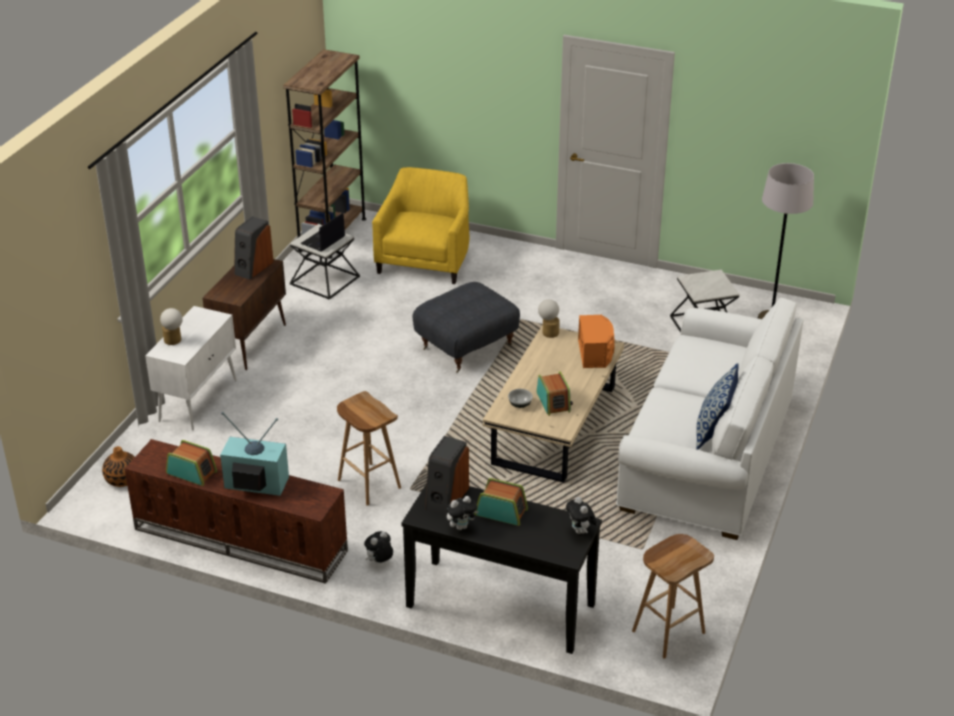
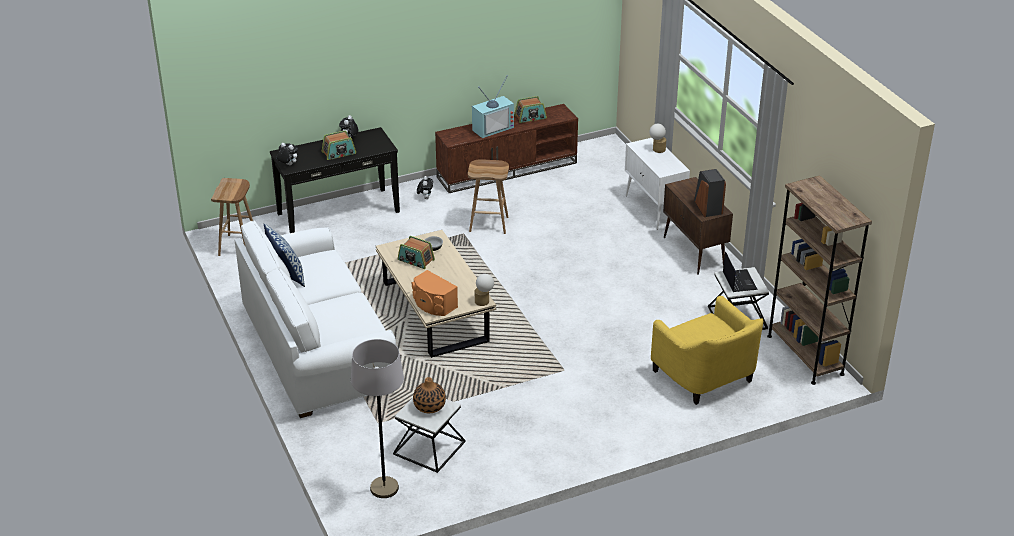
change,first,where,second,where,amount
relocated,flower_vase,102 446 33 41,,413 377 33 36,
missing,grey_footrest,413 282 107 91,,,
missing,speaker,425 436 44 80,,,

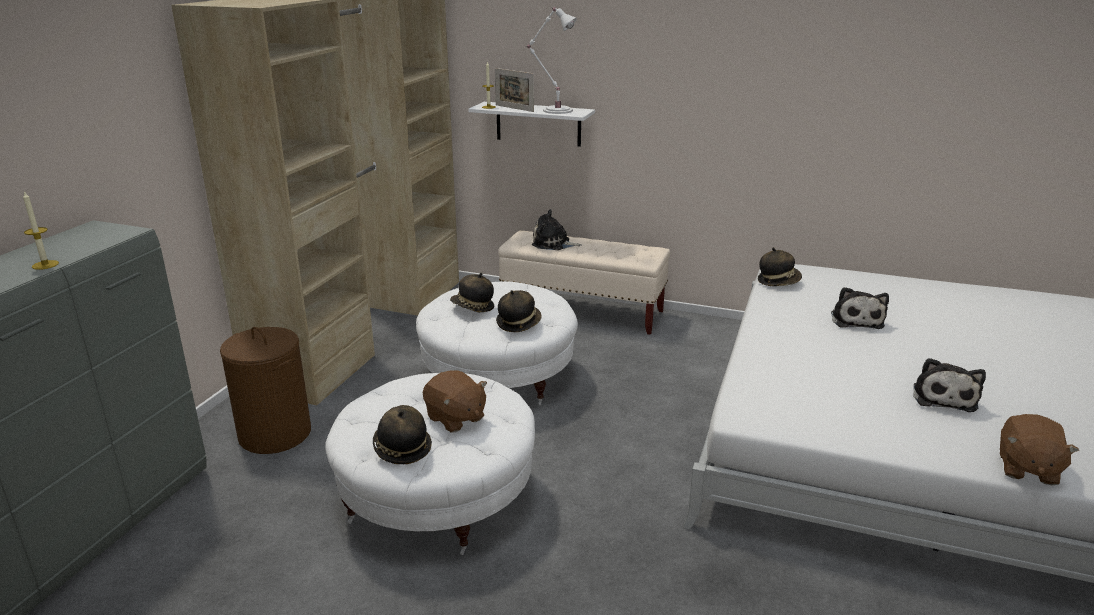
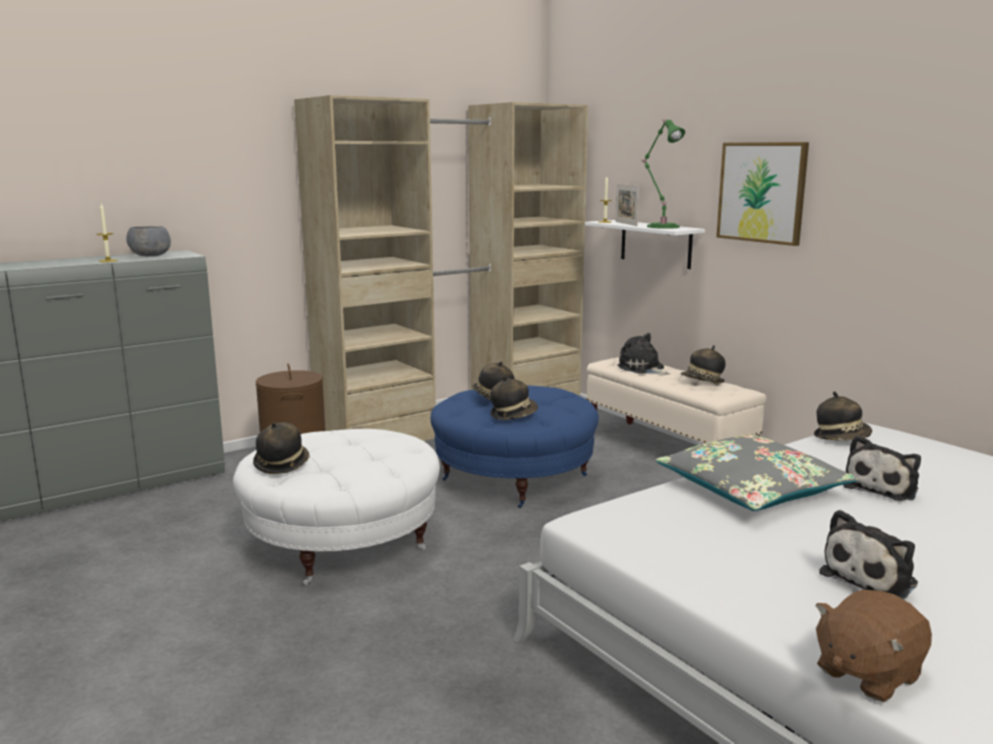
change,first,where,second,where,amount
colour,whitish_footrest,416 281 162 125,blue_footrest,430 385 169 123,
missing,brown_plush_toy,423 371 64 62,,,
colour,whitish_table_lamp,525 7 52 107,green_table_lamp,642 119 43 110,
appeared,,,grey_serving_bowl,126 226 45 30,
appeared,,,grey_cushion,655 435 203 76,
appeared,,,wearable_hat,681 345 44 38,
appeared,,,wall_art,716 142 93 104,

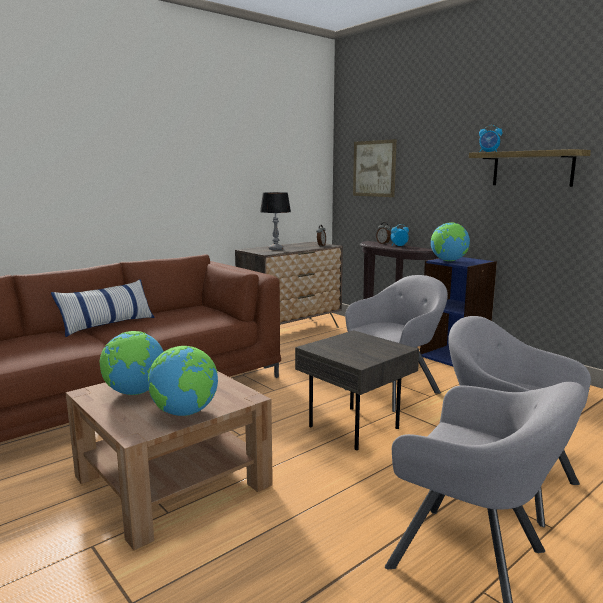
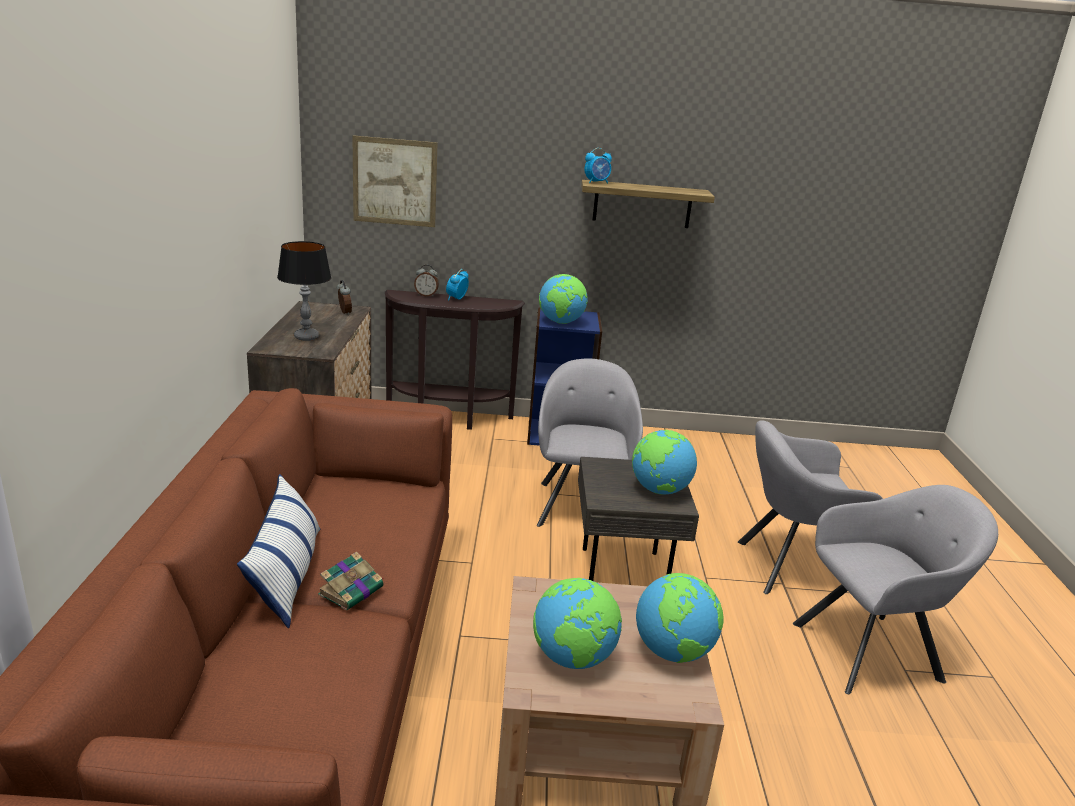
change,first,where,second,where,amount
appeared,,,volume,318 552 66 59,
appeared,,,desk_globe,632 430 65 65,

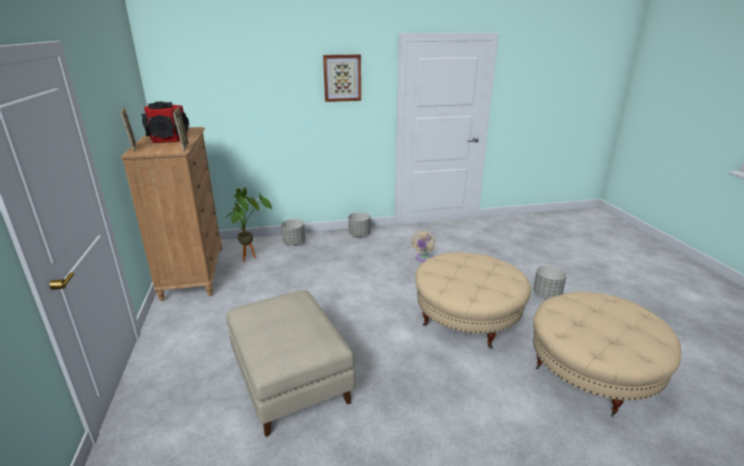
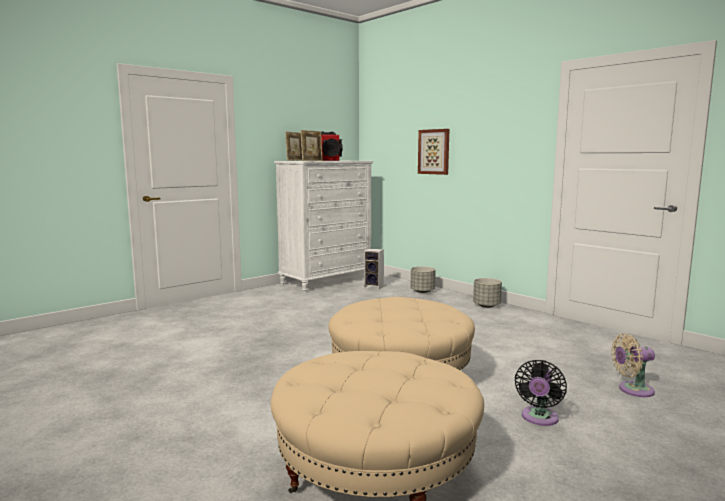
change,first,where,second,where,amount
colour,brown_chest_of_drawers,121 127 101 175,whitish_chest_of_drawers,274 161 99 131,
missing,sand-coloured_footrest,226 290 129 147,,,
exchanged,houseplant,227 187 45 75,speaker,364 249 20 41,
relocated,wall_art,323 54 38 48,,418 129 31 46,
relocated,sand-coloured_cooling_fan,411 230 24 32,,611 333 44 64,
exchanged,grey_plant_pot,533 265 34 34,black_cooling_fan,515 360 52 66,

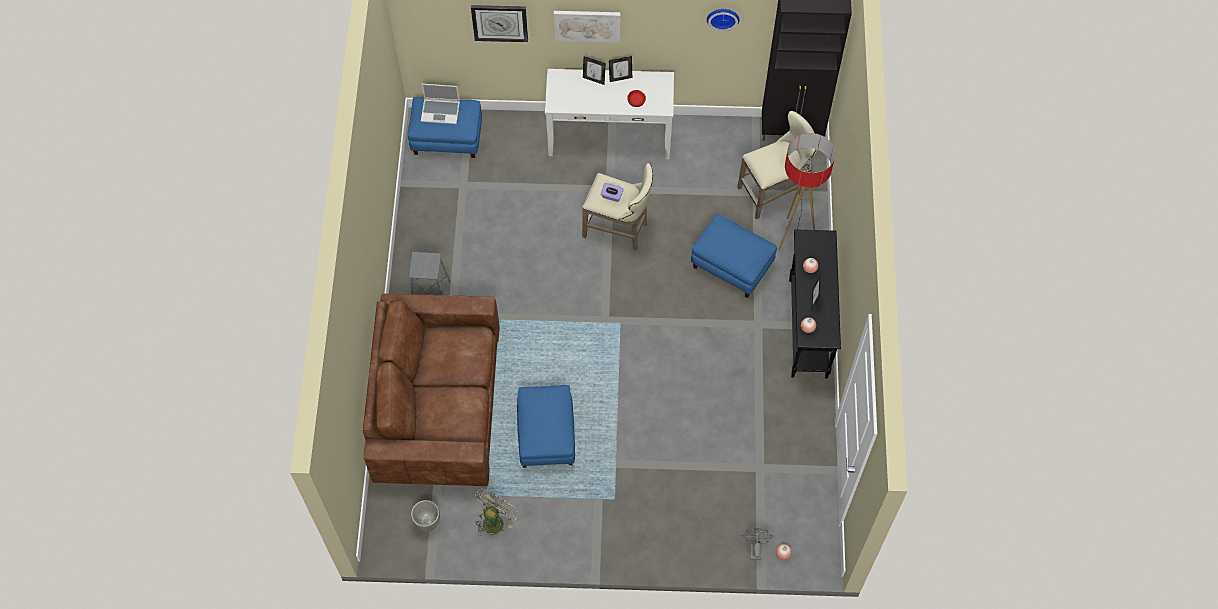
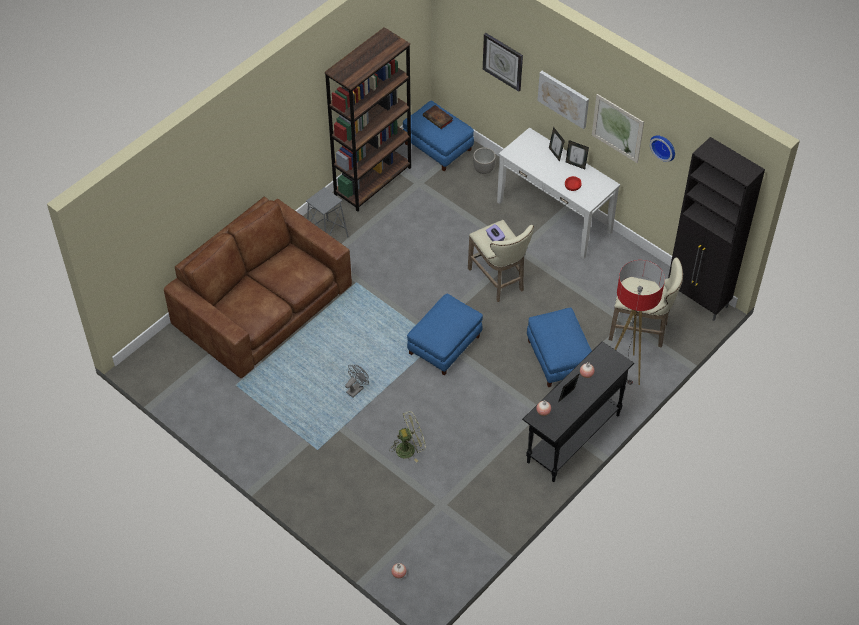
change,first,where,second,where,amount
relocated,plant_pot,411 500 29 32,,473 147 23 27,
exchanged,notebook_computer,421 84 39 40,volume,423 105 30 24,
relocated,green_cooling_fan,475 488 44 48,,389 411 37 51,
relocated,blue_footrest,517 385 58 83,,407 294 76 82,
relocated,grey_cooling_fan,742 528 31 32,,345 365 24 33,
appeared,,,brown_bookshelf,325 27 86 185,
appeared,,,wall_art,592 94 52 69,

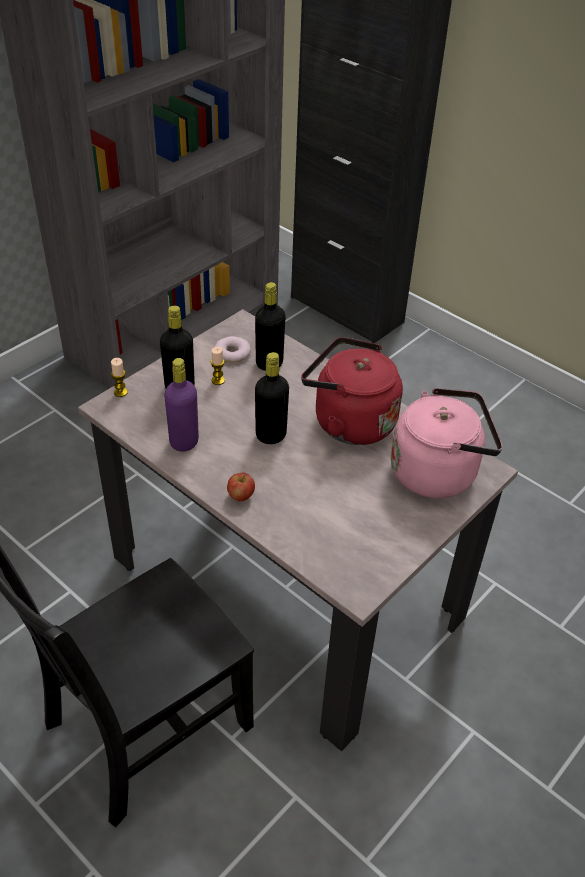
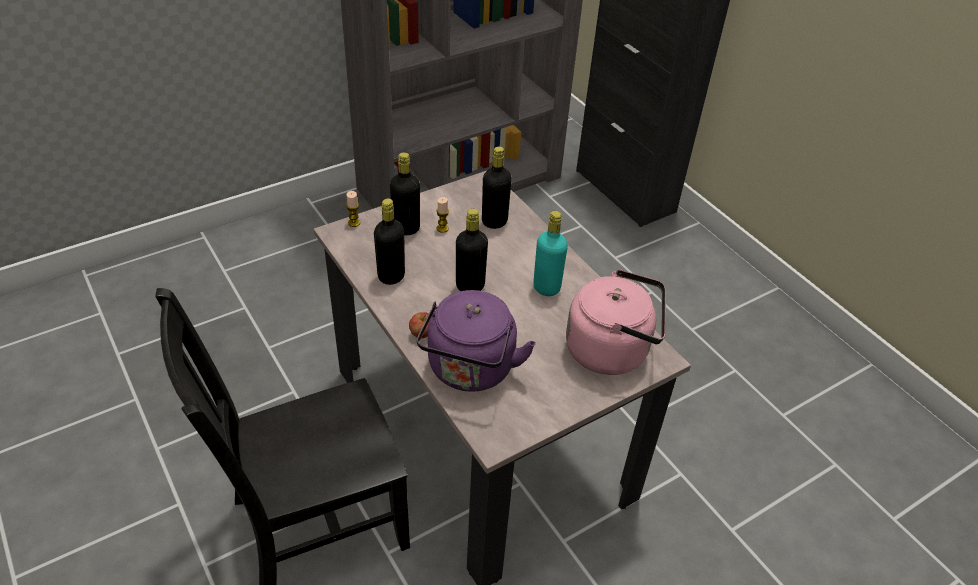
change,first,where,second,where,amount
colour,purple_drink_bottle,164 358 35 94,black_drink_bottle,374 199 31 86,
missing,donut,214 336 37 26,,,
exchanged,reddish_water_kettle,301 337 102 108,turquoise_drink_bottle,533 211 35 85,
appeared,,,purple_water_kettle,417 290 119 102,

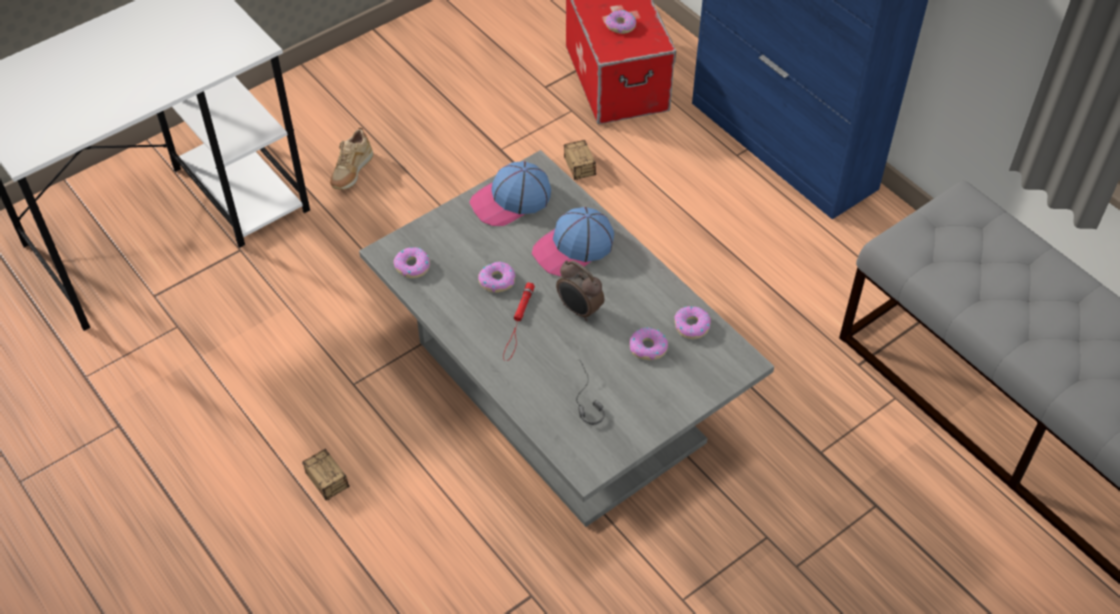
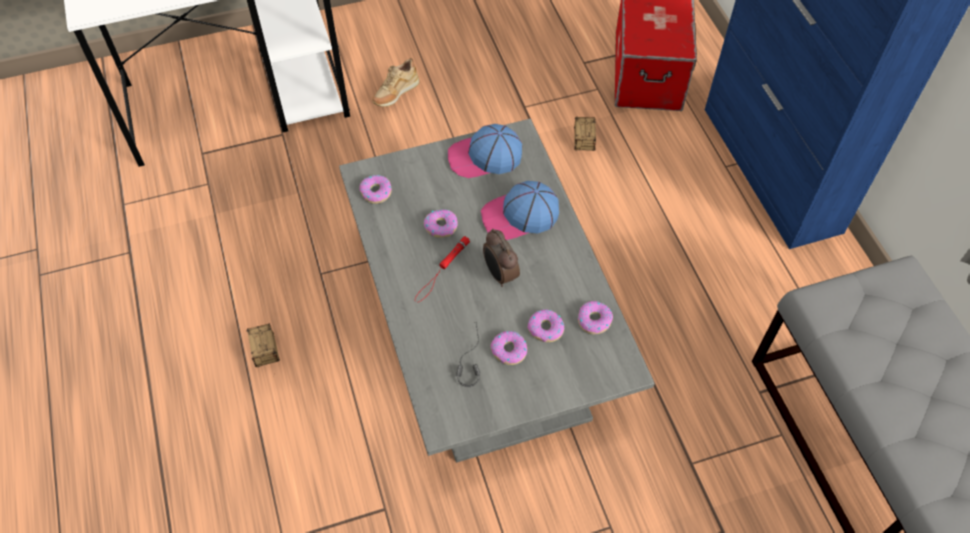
change,first,where,second,where,amount
relocated,donut,606 10 30 24,,490 331 37 34,

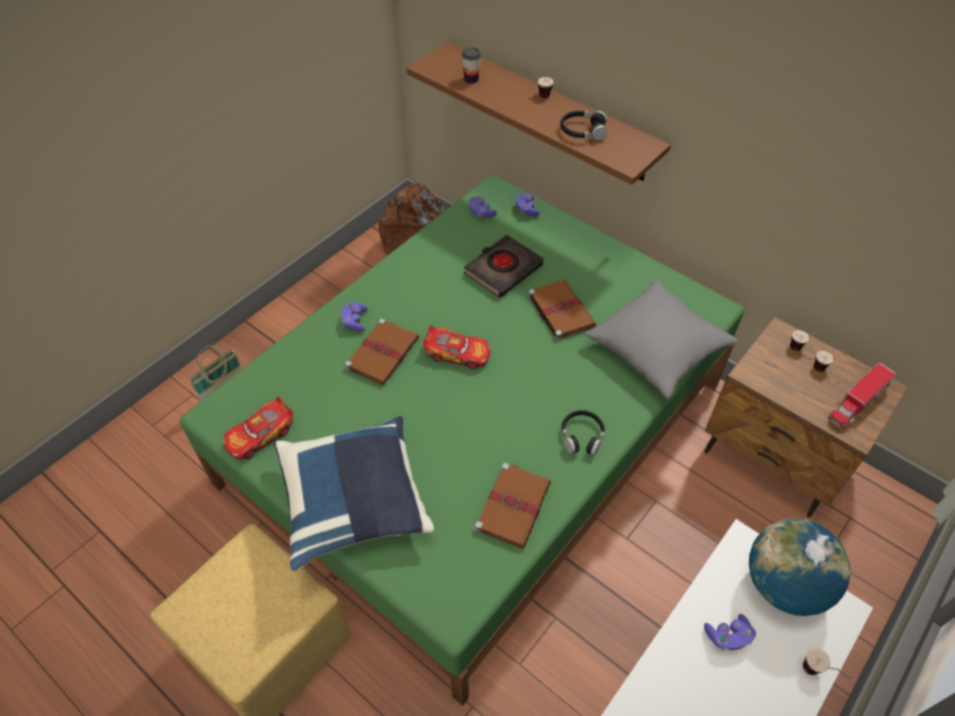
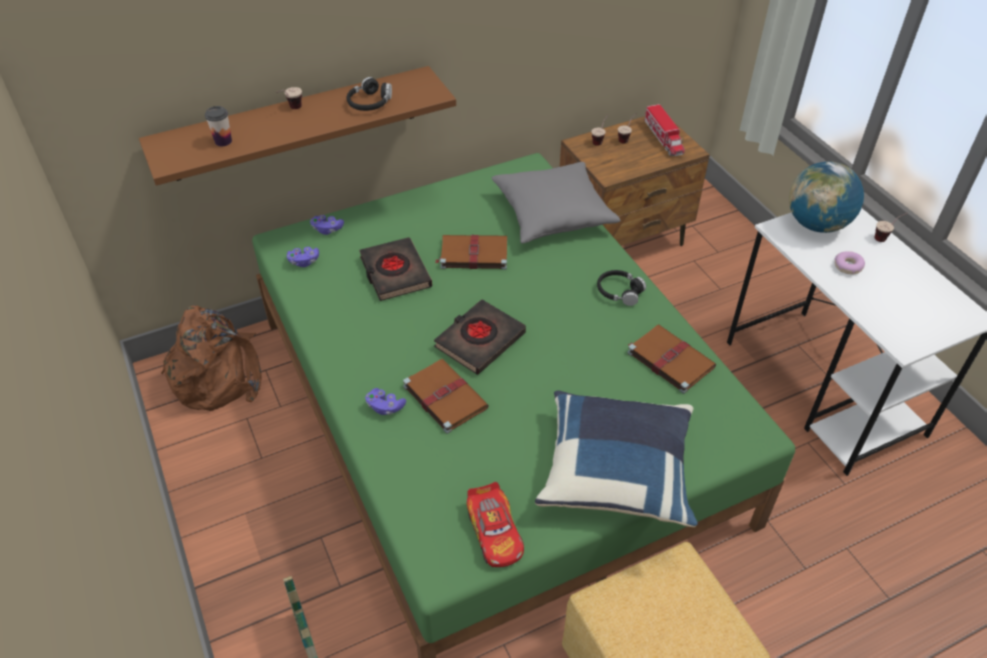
change,first,where,second,where,amount
exchanged,model_car,423 325 67 44,black_volume,434 299 92 76,
exchanged,purple_game_controller,704 614 52 36,donut,835 251 30 23,

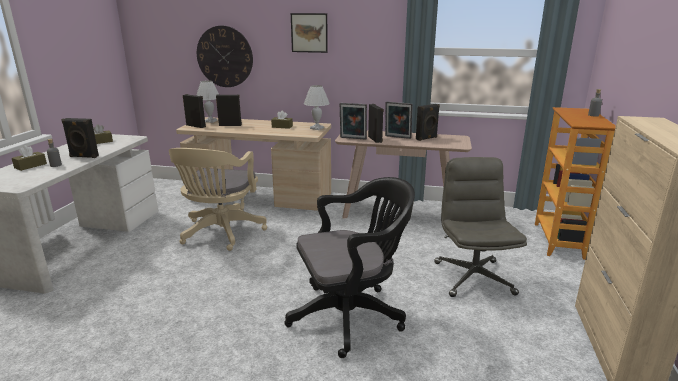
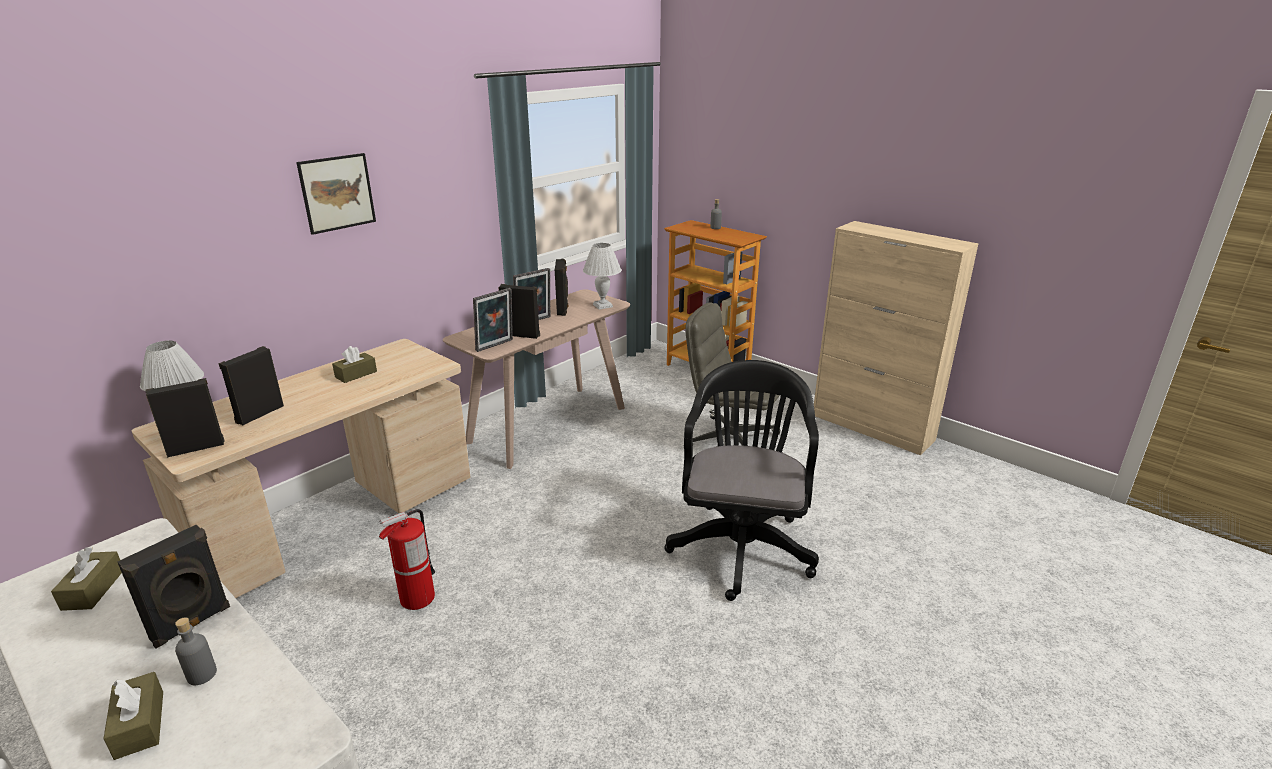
change,first,where,second,where,amount
exchanged,sand-coloured_computer_chair,169 148 98 103,fire_extinguisher,379 509 56 101,
missing,hanging_clock,197 26 56 61,,,
relocated,whitish_table_lamp,304 85 26 45,,583 243 38 67,

